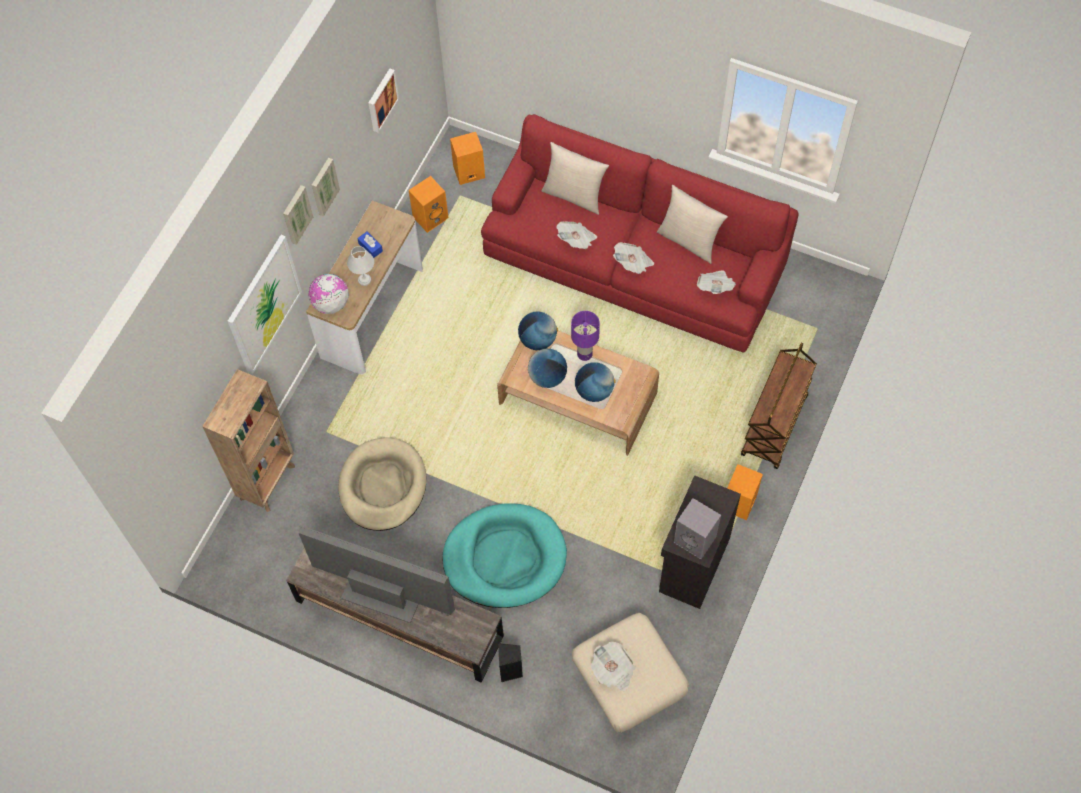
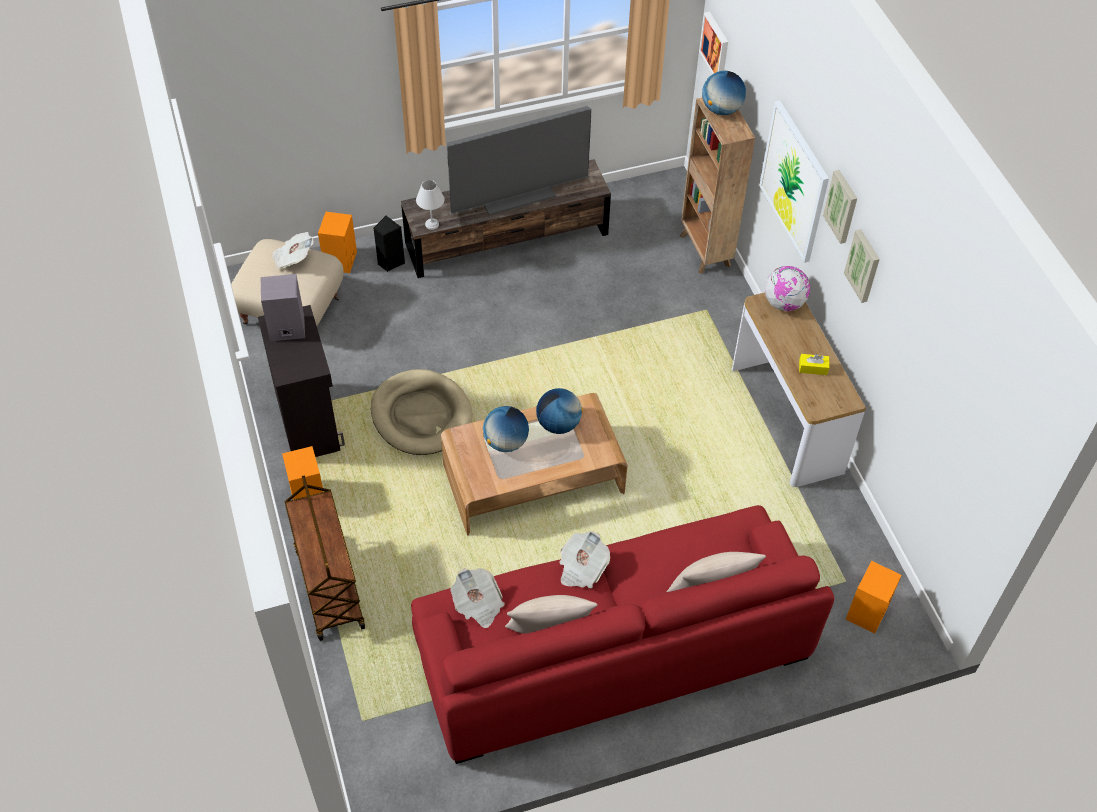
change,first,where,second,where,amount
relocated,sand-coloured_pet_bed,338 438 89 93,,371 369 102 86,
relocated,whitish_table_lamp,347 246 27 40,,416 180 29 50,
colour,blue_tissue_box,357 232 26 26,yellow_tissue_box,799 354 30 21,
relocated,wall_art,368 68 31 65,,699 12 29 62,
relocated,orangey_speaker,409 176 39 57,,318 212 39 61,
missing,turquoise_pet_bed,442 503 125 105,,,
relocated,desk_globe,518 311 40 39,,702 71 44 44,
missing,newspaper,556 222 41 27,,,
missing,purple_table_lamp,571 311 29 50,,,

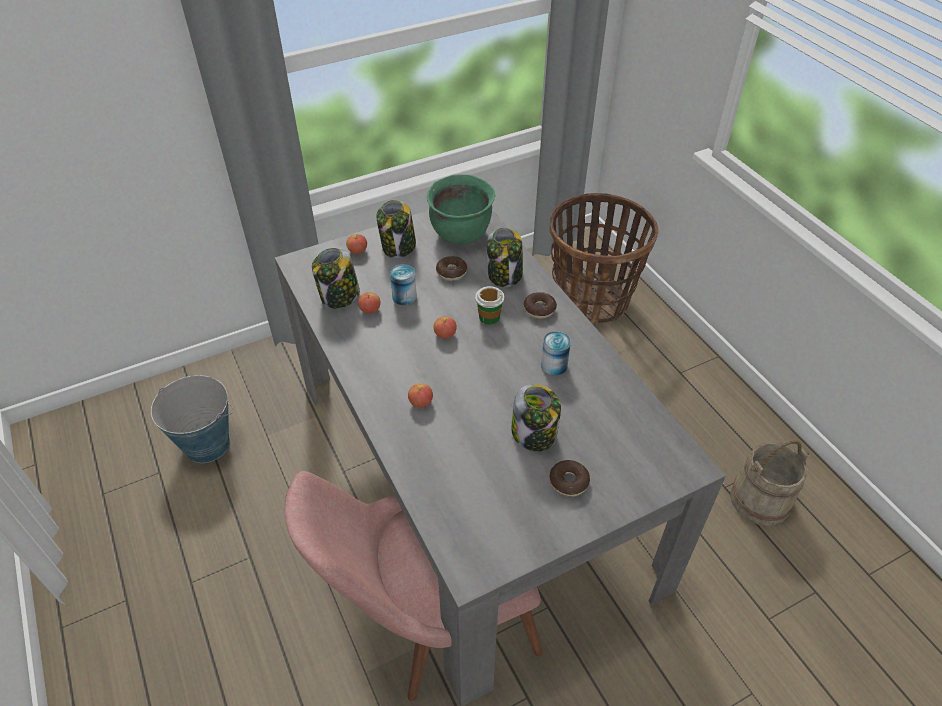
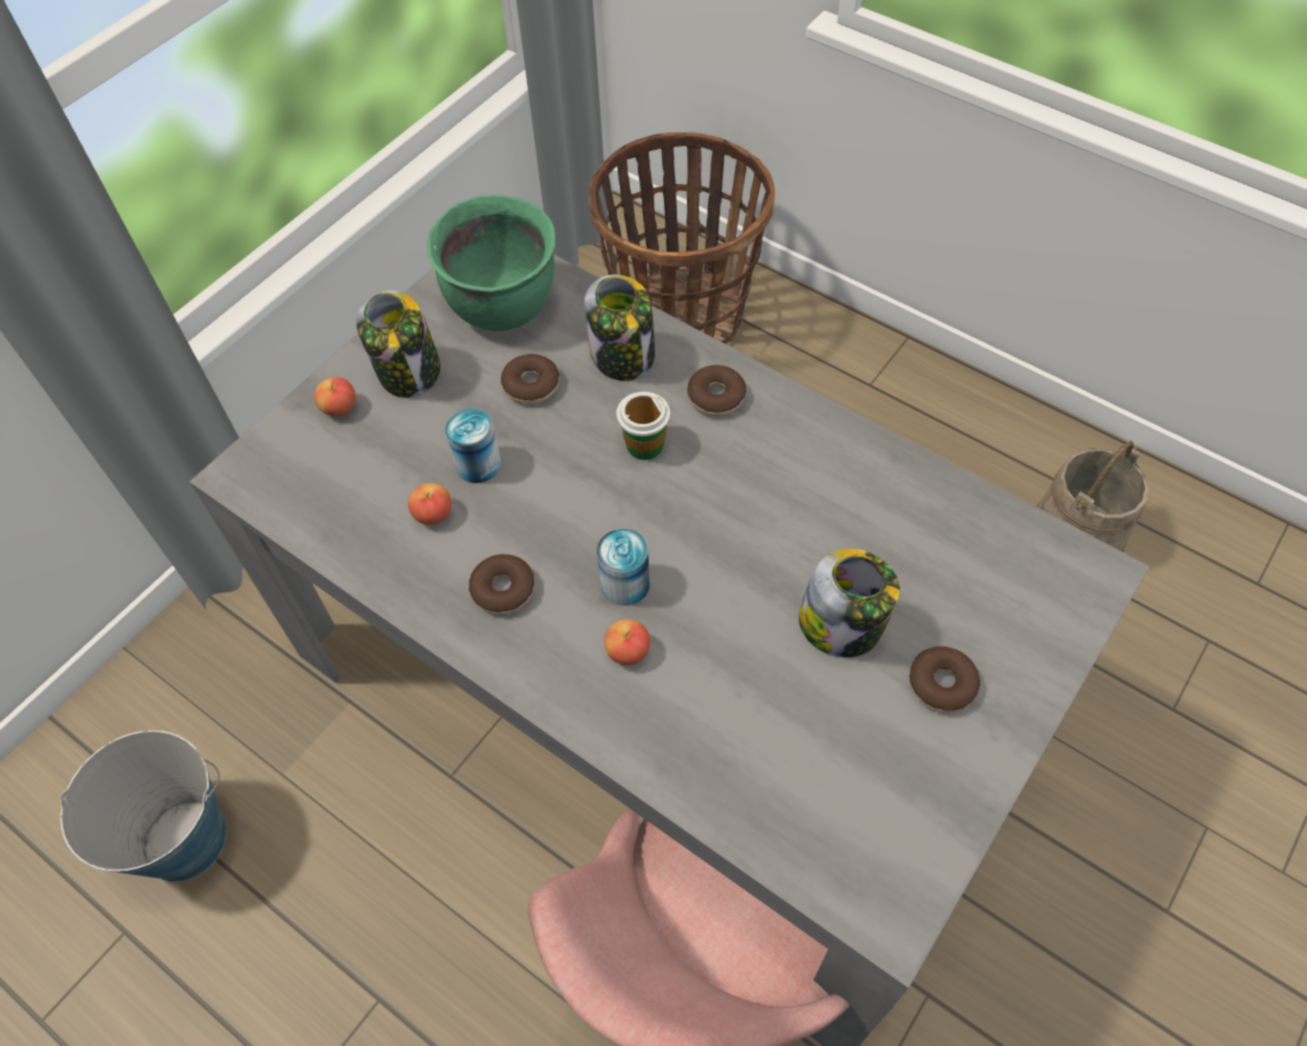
change,first,where,second,where,amount
missing,preserve_jar,312 248 48 61,,,
missing,apple,433 316 24 23,,,
relocated,sealed_can,541 331 30 45,,597 529 53 77,
appeared,,,donut,469 554 66 60,

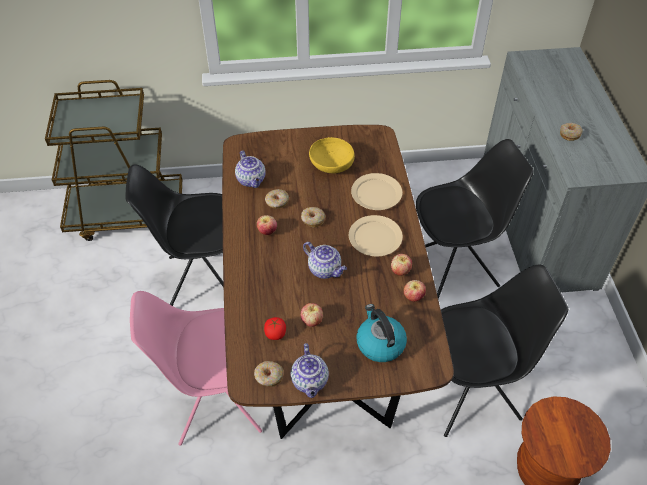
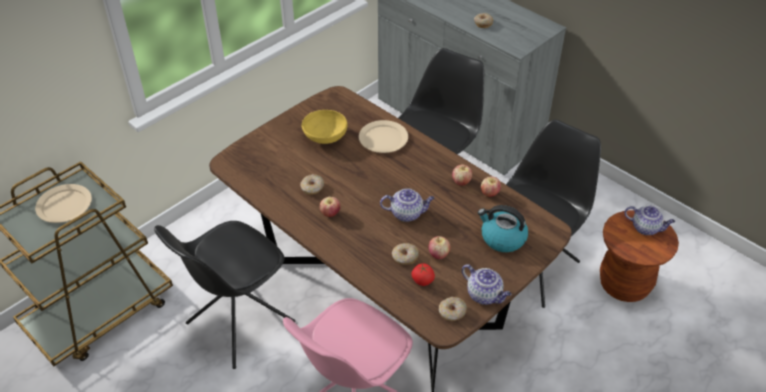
change,first,where,second,where,amount
relocated,pot_for_tea,235 151 31 37,,624 206 51 29,
relocated,donut,301 207 25 21,,392 243 27 22,
relocated,sand-coloured_plate,349 215 54 41,,35 184 57 39,

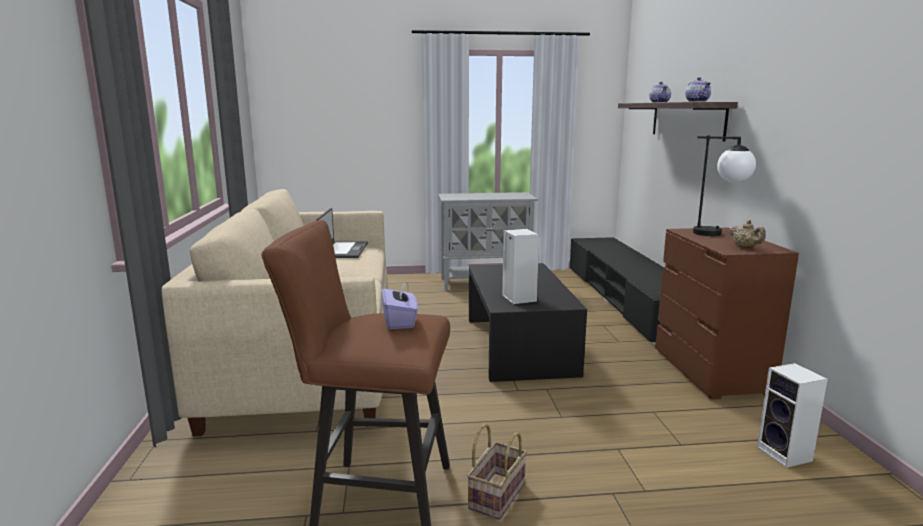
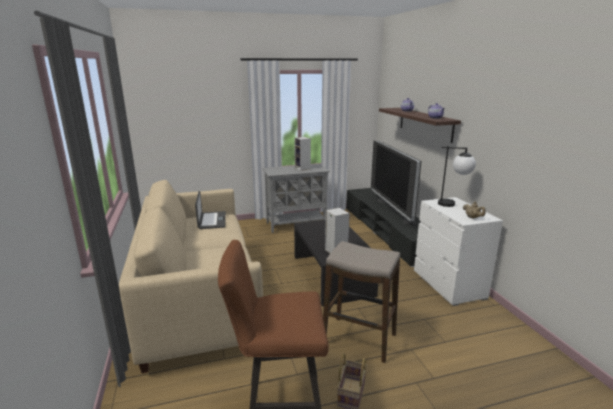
change,first,where,second,where,amount
missing,purple_tissue_box,382 282 36 47,,,
colour,brown_chest_of_drawers,655 228 144 171,whitish_chest_of_drawers,414 197 89 109,
relocated,speaker,757 363 71 105,,294 137 17 34,
appeared,,,stool,323 241 77 122,
appeared,,,television,371 140 51 85,

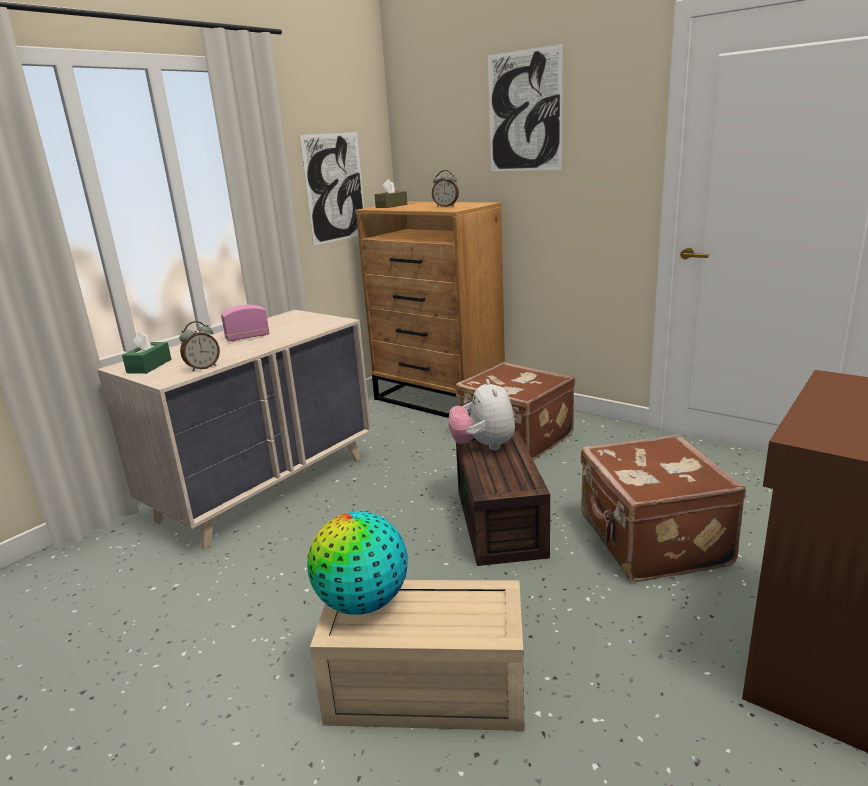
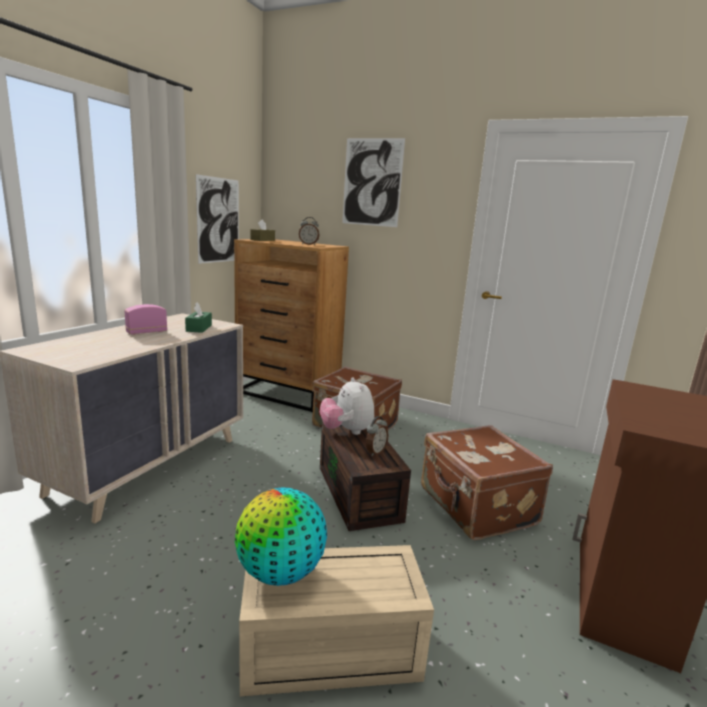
change,first,where,second,where,amount
relocated,green_tissue_box,122 331 49 43,,185 302 27 31,
relocated,bedside_clock,179 321 41 51,,366 416 23 40,

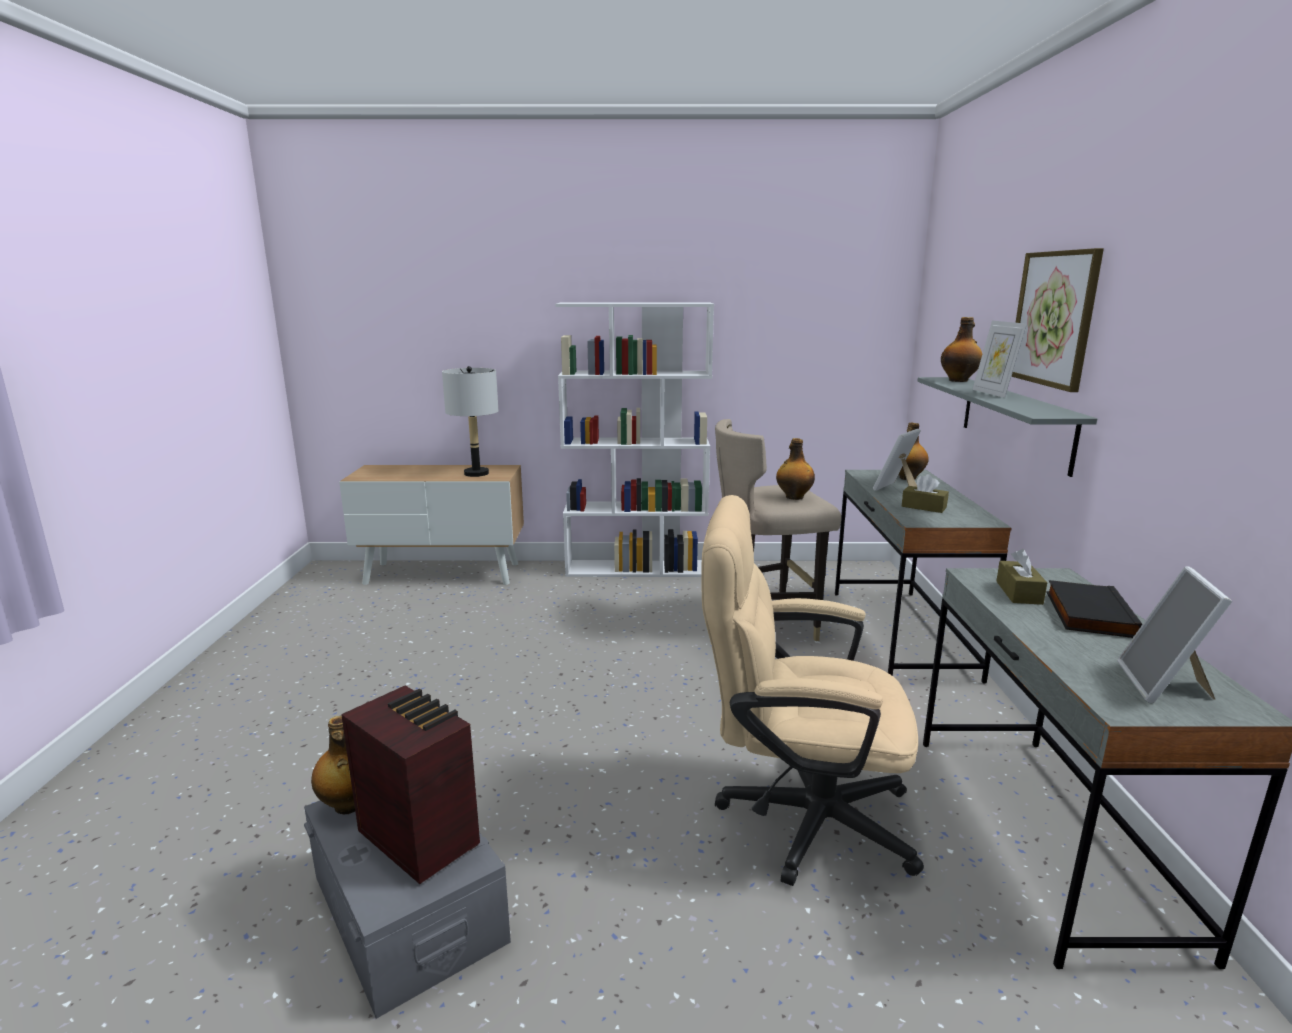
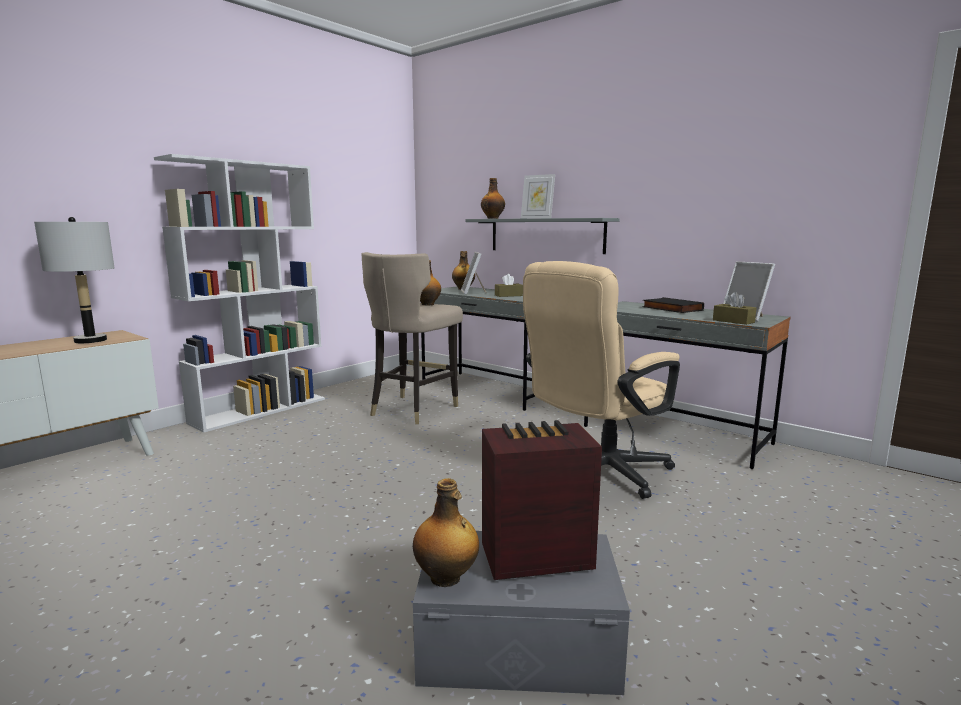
change,first,where,second,where,amount
relocated,brown_tissue_box,996 549 51 56,,713 292 44 33,
missing,wall_art,1011 248 93 144,,,

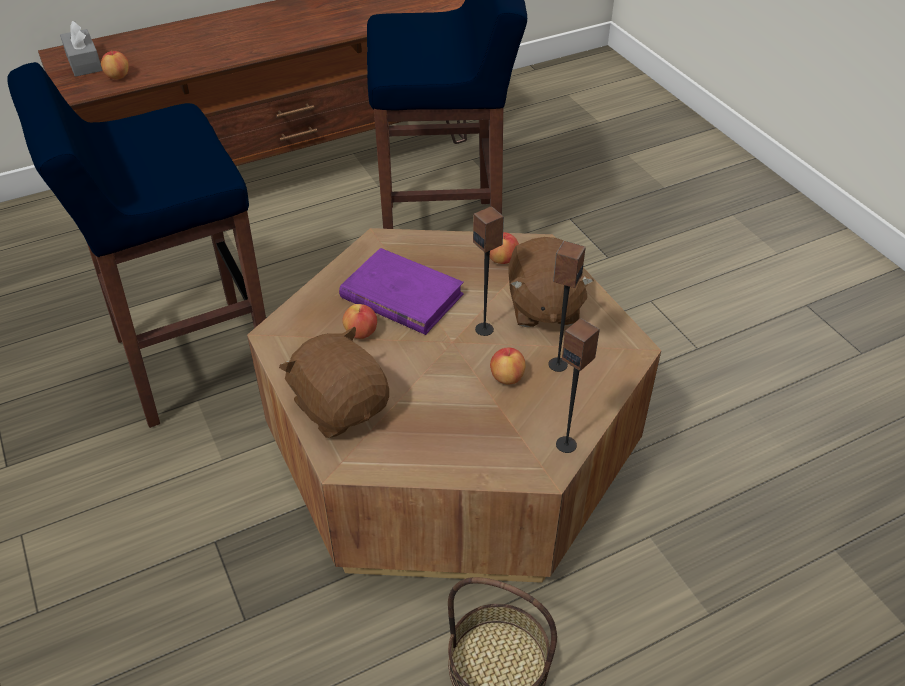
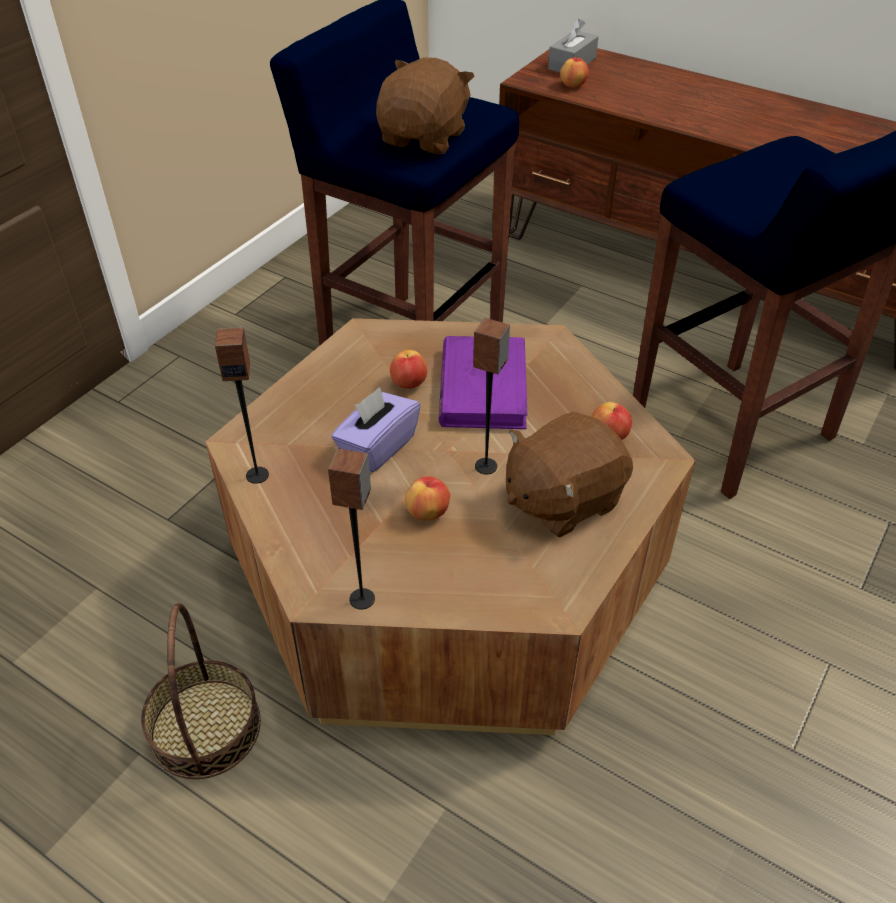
change,first,where,second,where,amount
relocated,brown_plush_toy,279 327 110 111,,376 57 98 97,
relocated,speaker,548 241 38 131,,215 327 54 157,
appeared,,,purple_tissue_box,331 387 90 85,

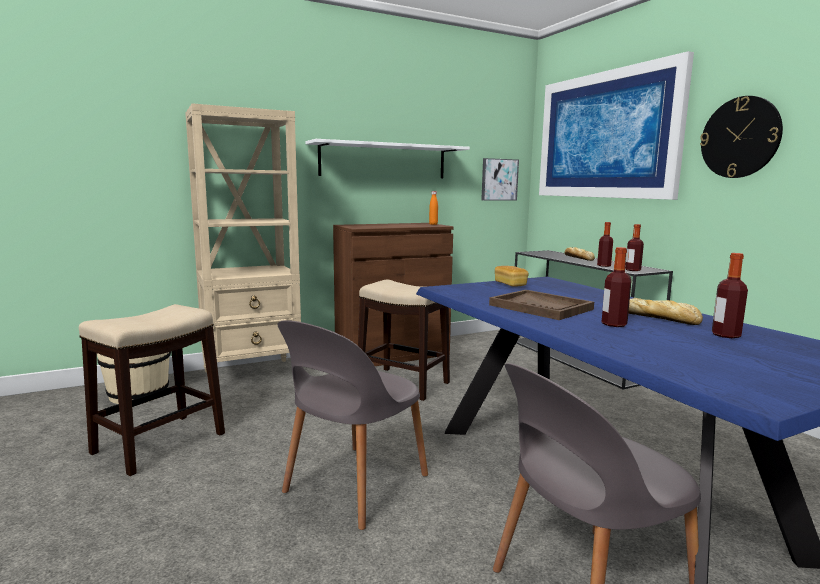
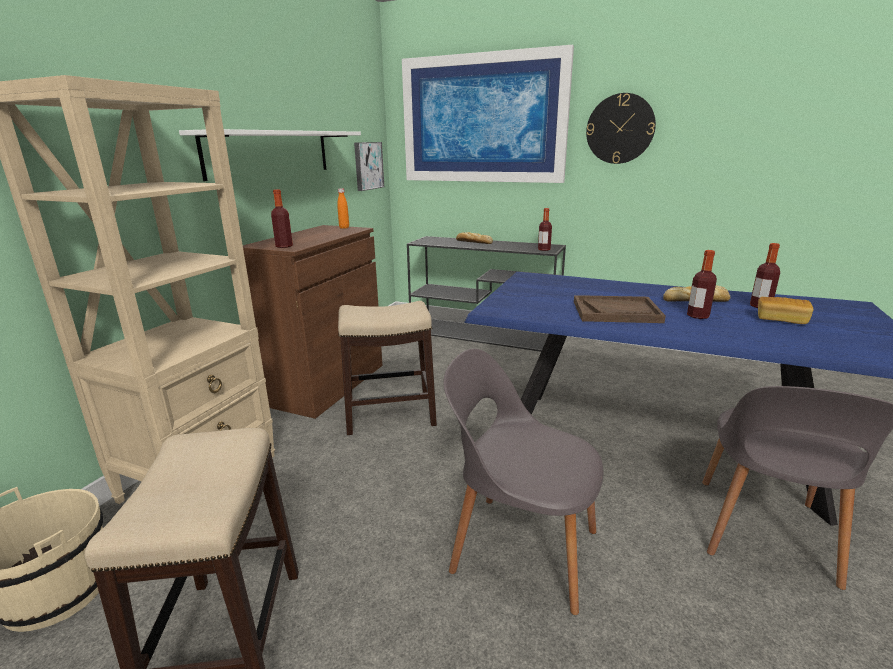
change,first,where,second,where,amount
spun,grey_chair,277 320 151 210,,443 349 161 266,120 degrees clockwise
relocated,baked_bread,495 266 34 21,,758 297 56 27,
relocated,drink_bottle,597 222 16 45,,271 189 22 59,

